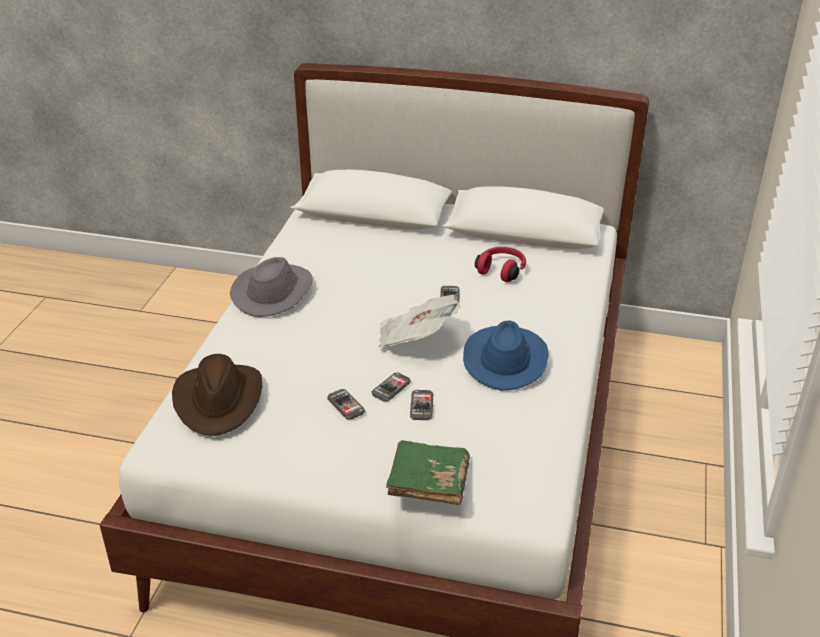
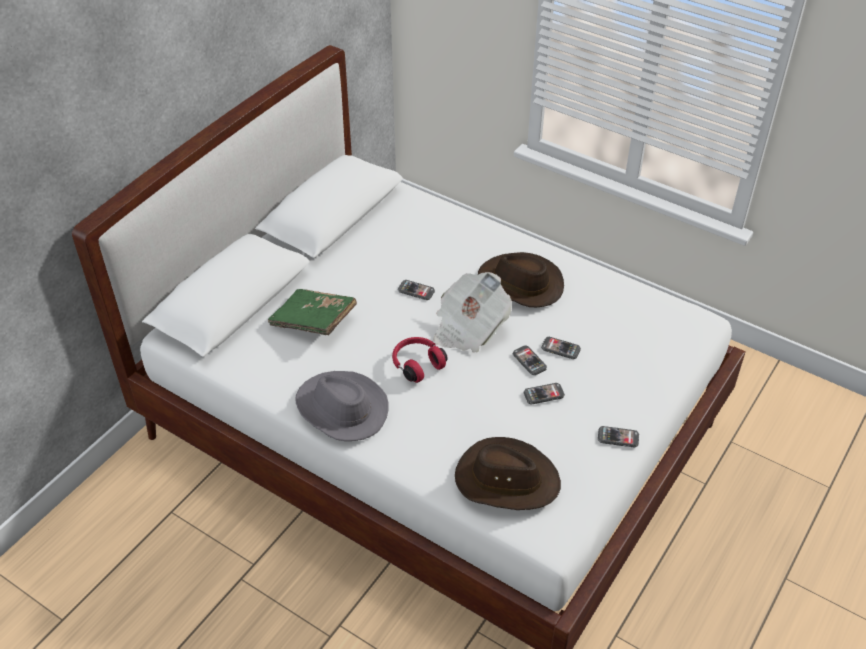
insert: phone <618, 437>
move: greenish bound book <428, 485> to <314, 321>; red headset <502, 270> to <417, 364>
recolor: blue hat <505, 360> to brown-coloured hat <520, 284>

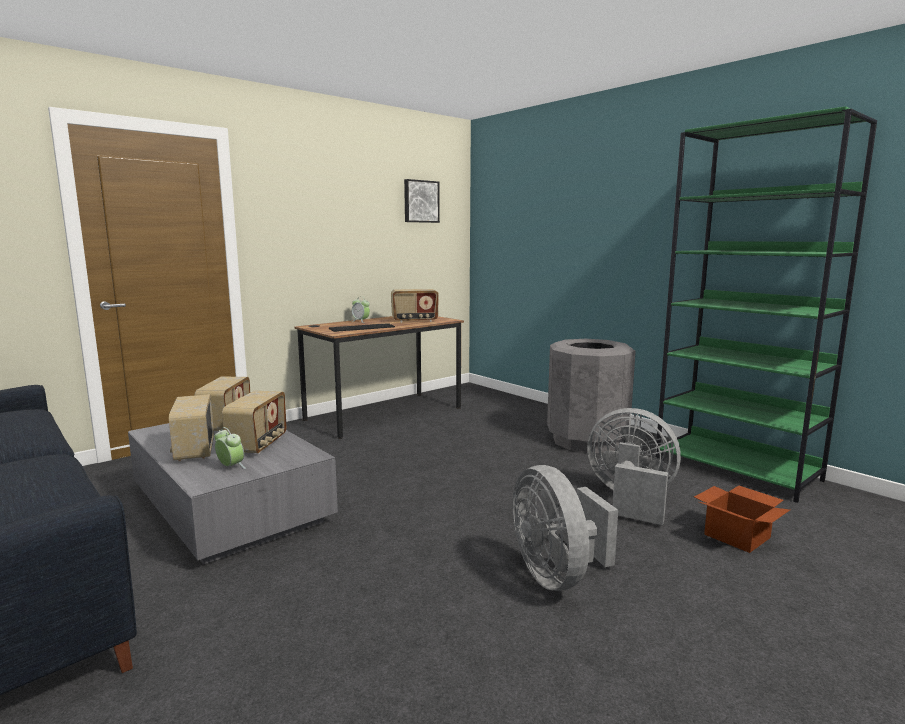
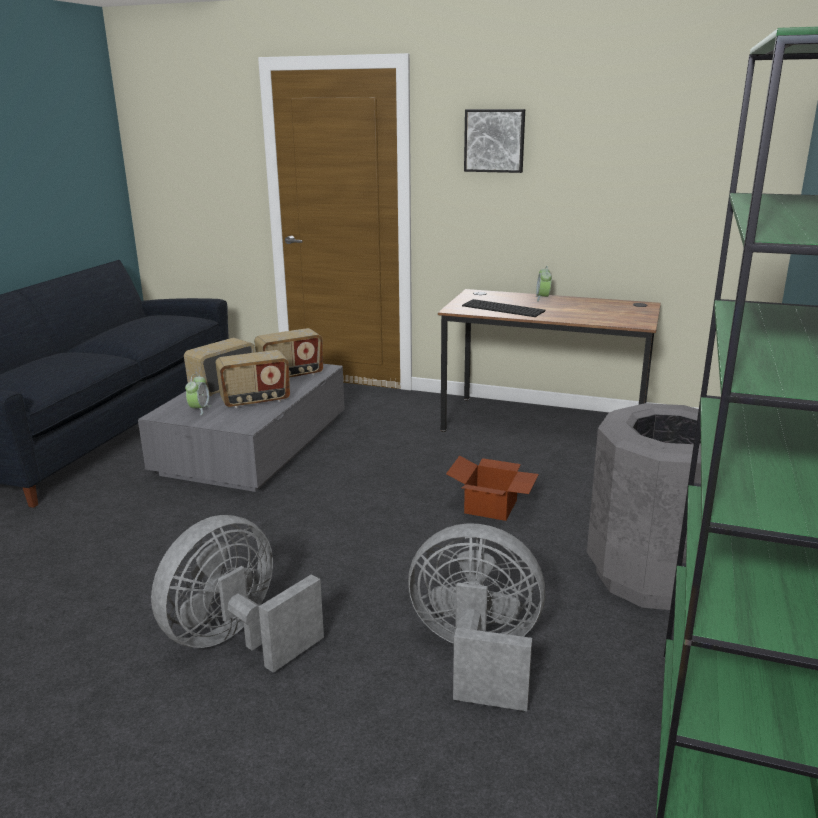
delete: radio <414, 321>
move: wall art <420, 201> to <494, 140>; packing box <738, 536> to <492, 507>
rotate: greyish electric fan <630, 499> = <476, 655> 75 degrees counterclockwise

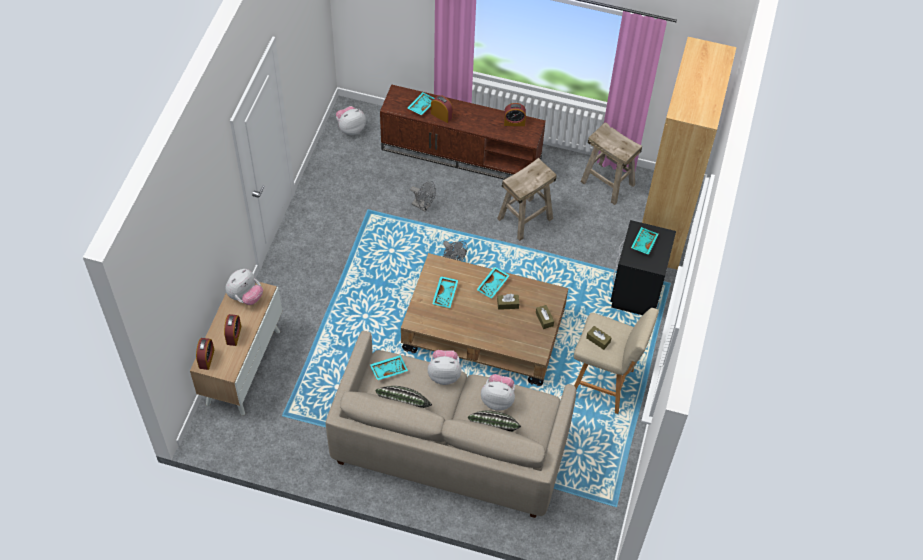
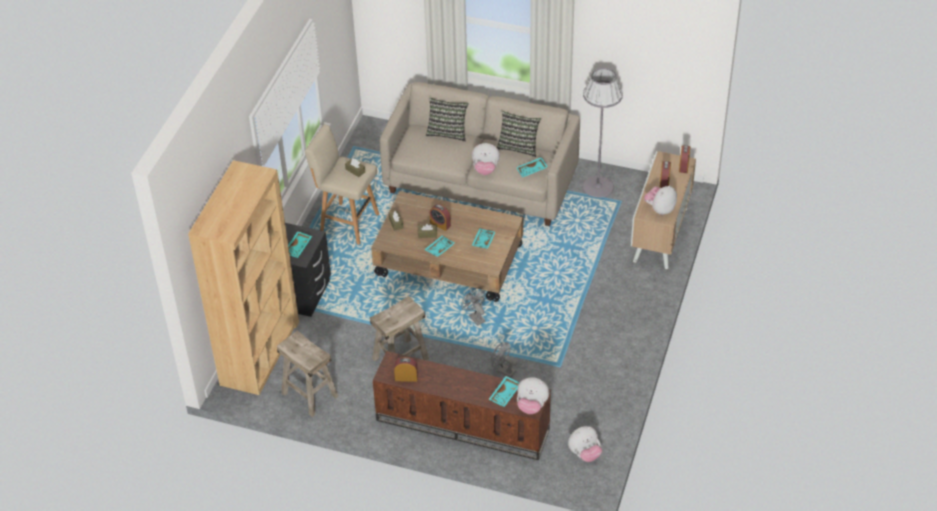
insert: greyish standing lamp <598, 186>
move: table clock <441, 115> to <440, 224>; soft toy <498, 399> to <532, 406>

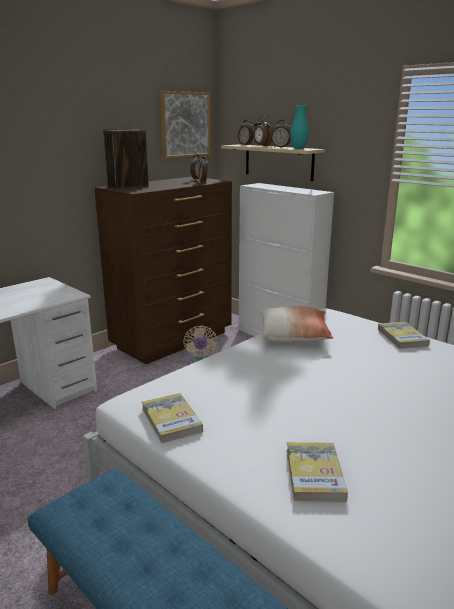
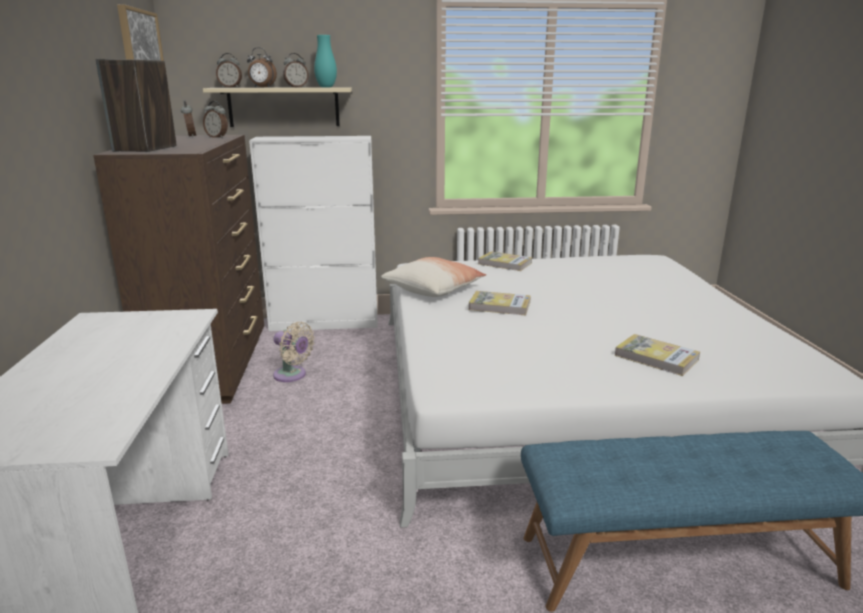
move: bound book <171, 420> to <499, 306>

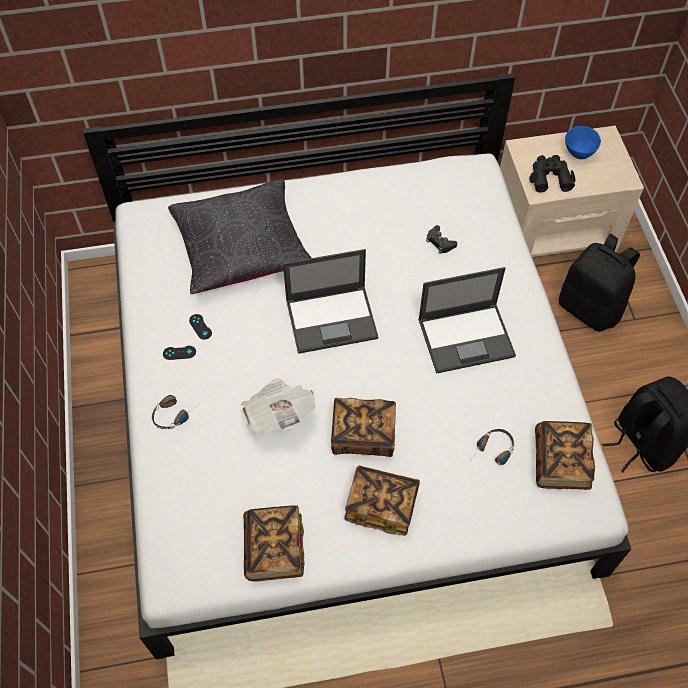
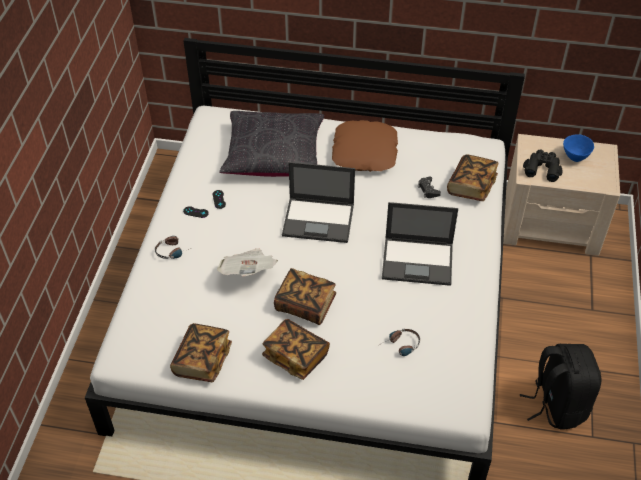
delete: black knapsack <590, 308>
insert: brown-coloured pillow <365, 152>
move: bound book <560, 462> to <471, 186>

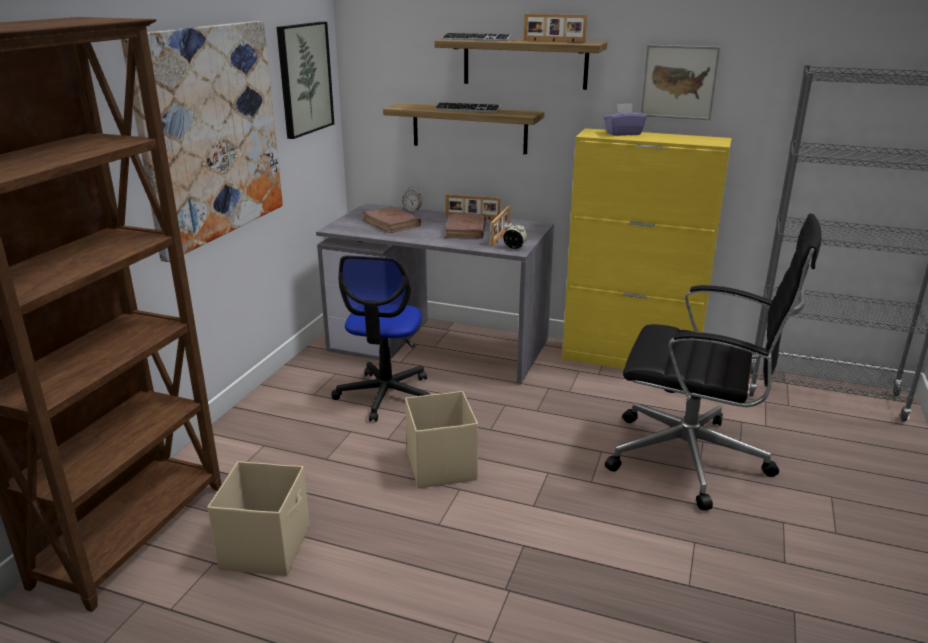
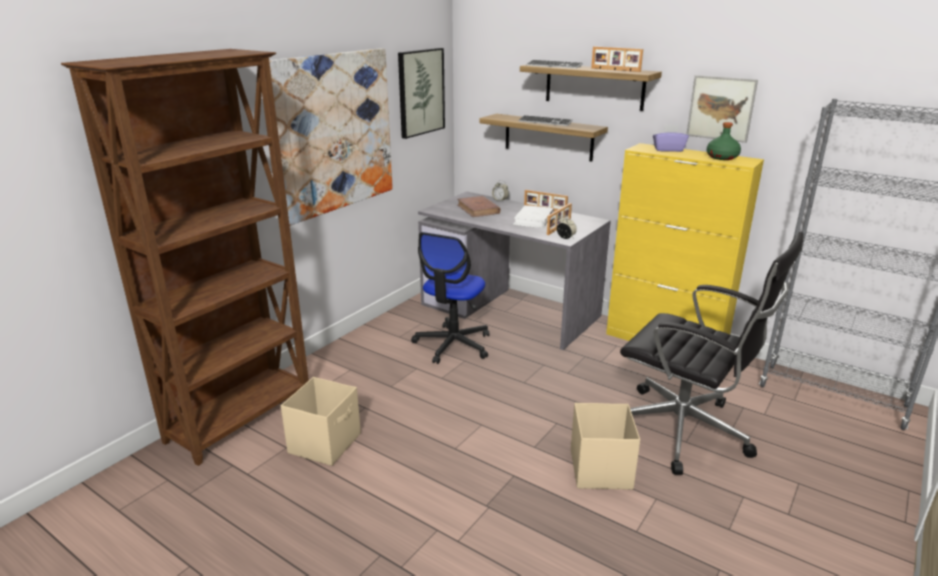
insert: greenish bottle <721, 157>
move: beige-coloured storage bin <441, 465> to <601, 469>
recolor: brown-coloured bound book <465, 230> to white-coloured bound book <533, 219>

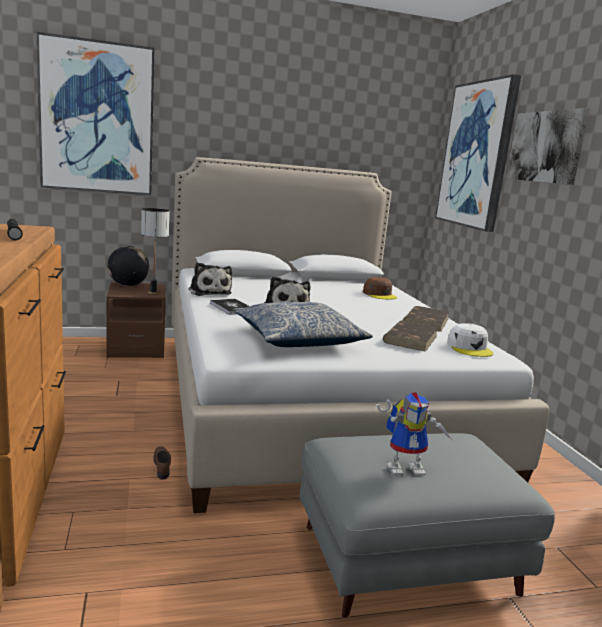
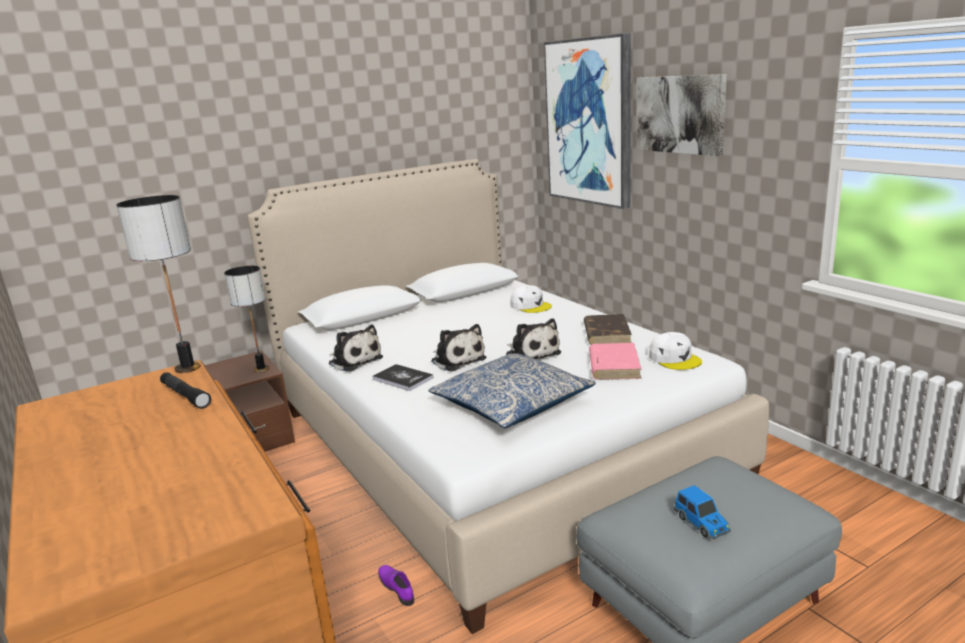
delete: wall art <97, 118>; globe <128, 285>
insert: table lamp <187, 368>; soft toy <531, 354>
replace: robot figure <407, 467> to toy car <702, 523>
recolor: brown-coloured low shoe <162, 465> to purple low shoe <397, 587>; brown-coloured peaked cap <379, 295> to white-coloured peaked cap <531, 306>; brown-coloured bound book <410, 339> to pink bound book <614, 365>

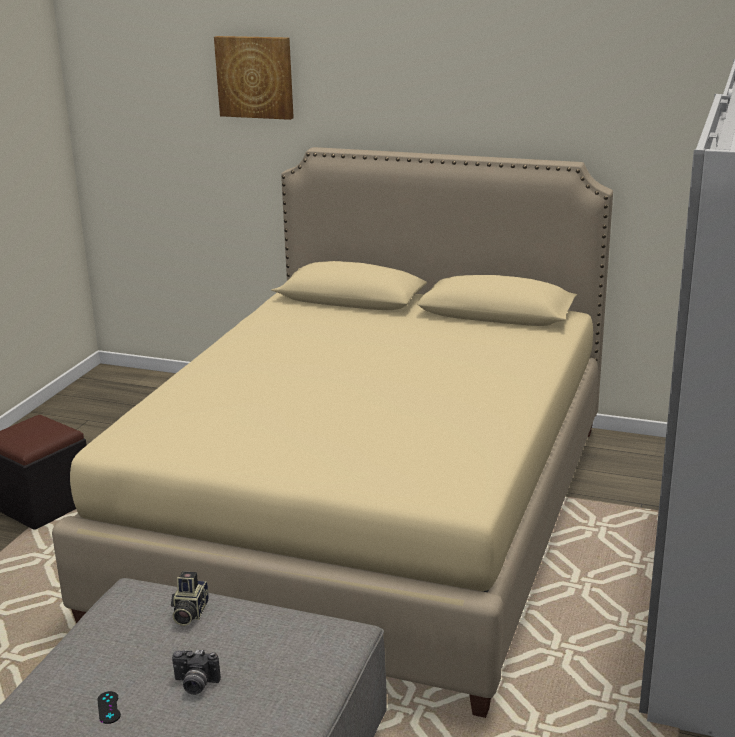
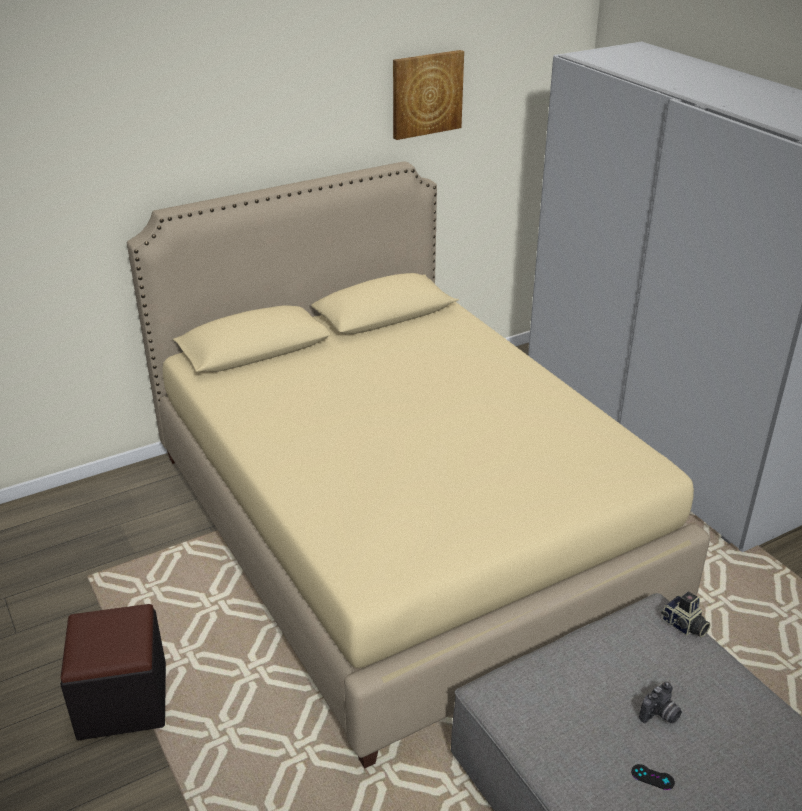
move: photo camera <189, 613> to <684, 626>; wall art <255, 77> to <426, 94>

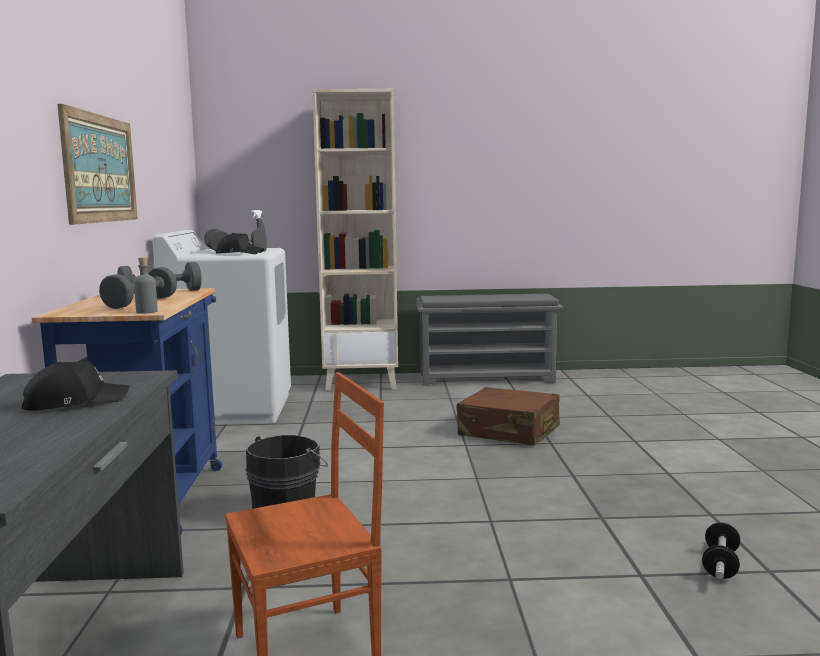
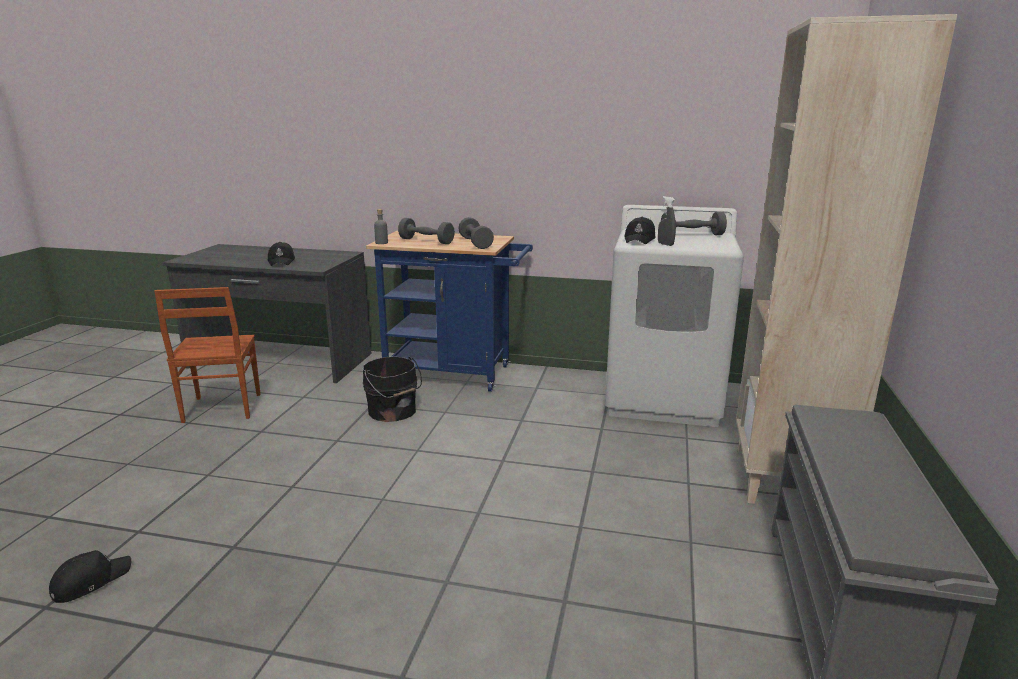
delete: wall art <100, 168>; brown-coloured suitcase <509, 431>
replace: hand weight <720, 565> to black peaked cap <90, 581>

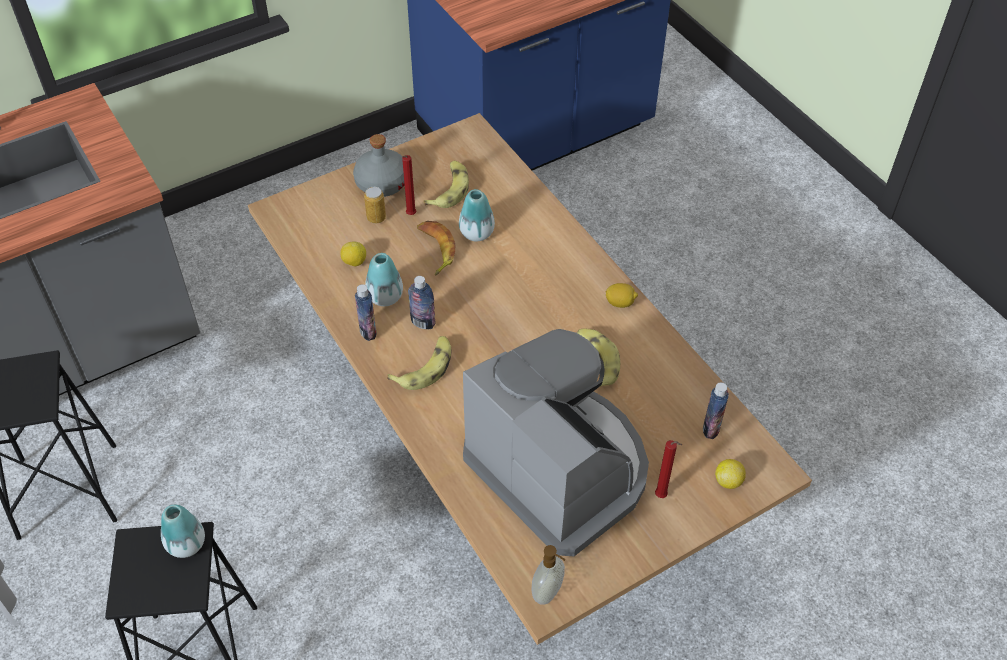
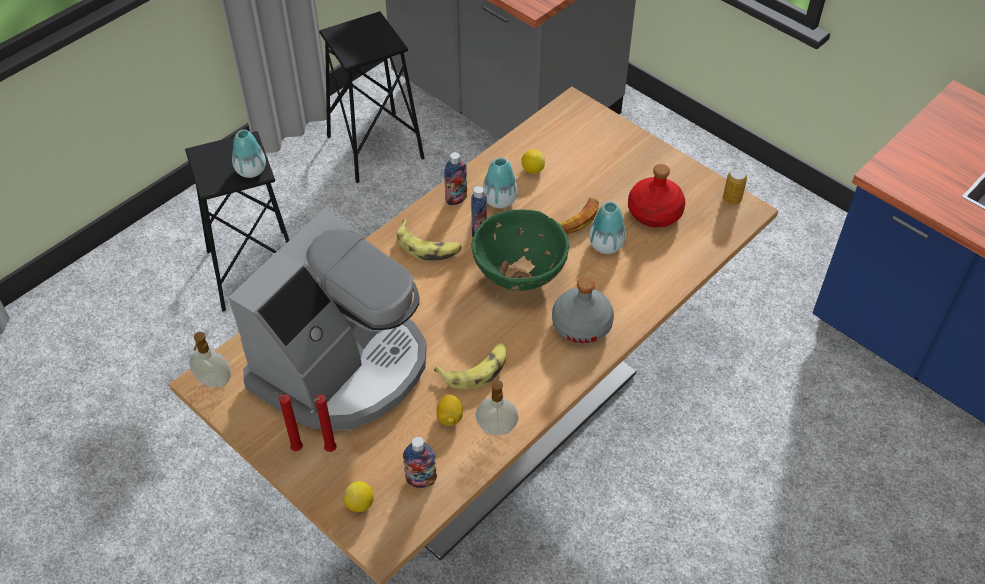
insert: greenish serving bowl <519, 273>; liquid soap bottle <497, 427>
move: greyish bottle <381, 183> to <581, 324>; sealed can <376, 218> to <732, 199>; red wax candle <410, 215> to <295, 448>; citrus fruit <620, 303> to <450, 417>
replace: banana <449, 189> to red bottle <655, 212>

